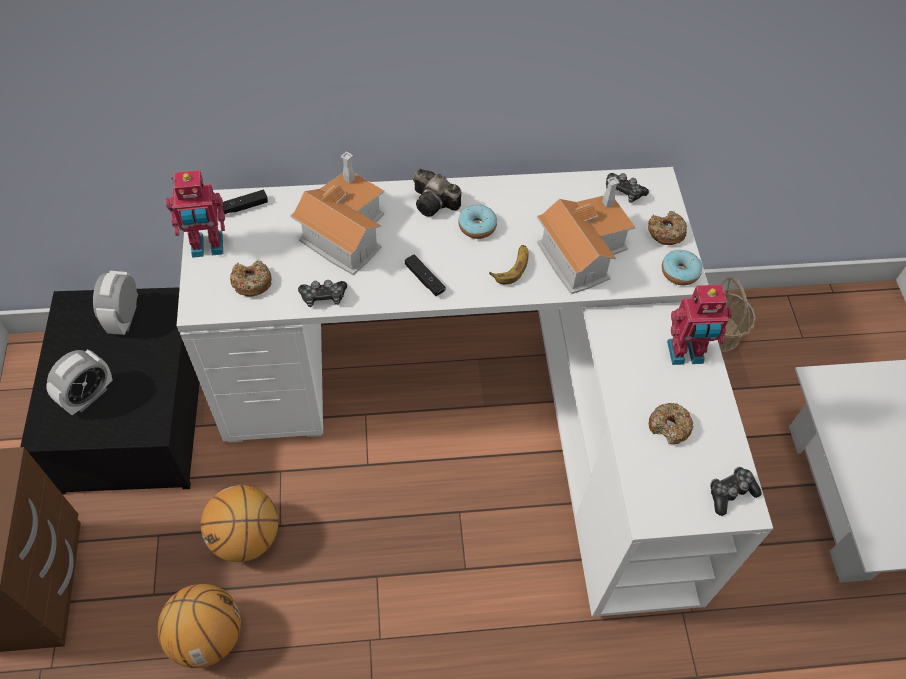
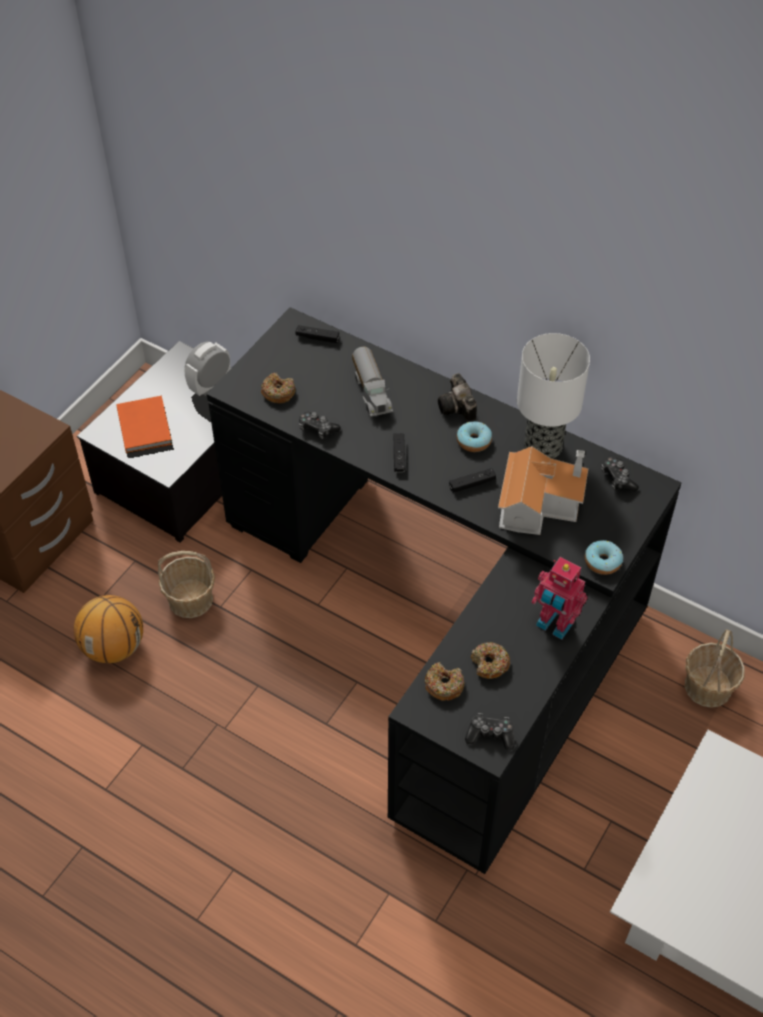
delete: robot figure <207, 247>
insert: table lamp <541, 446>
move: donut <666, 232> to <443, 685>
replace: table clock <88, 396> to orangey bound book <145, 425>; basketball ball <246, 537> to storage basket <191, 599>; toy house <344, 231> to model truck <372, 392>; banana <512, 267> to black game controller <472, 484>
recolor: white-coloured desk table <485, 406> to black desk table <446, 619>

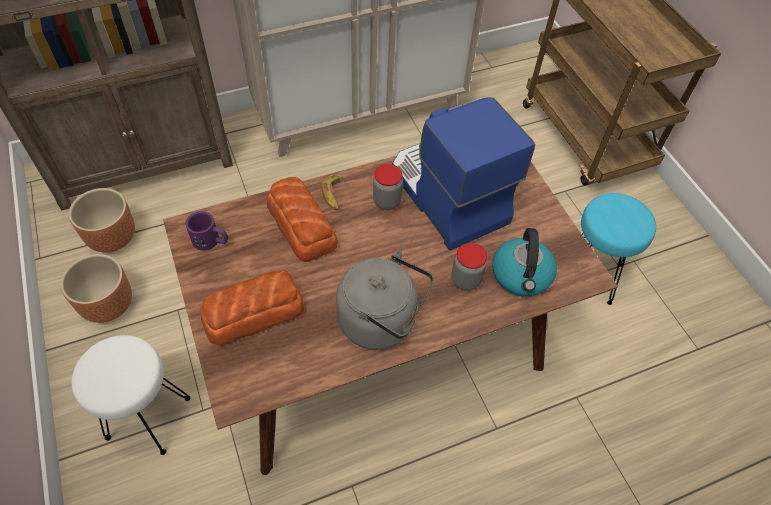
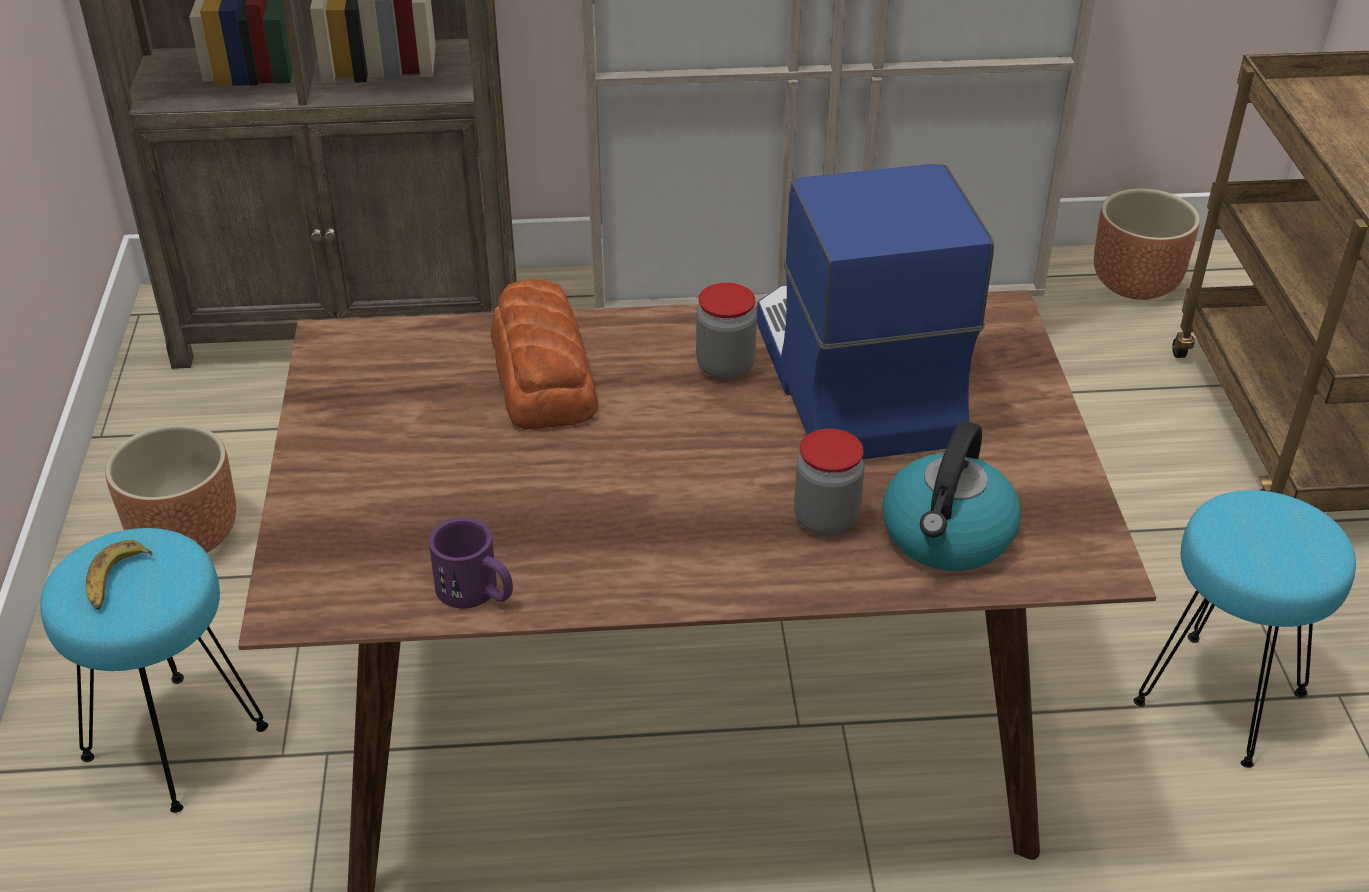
delete: bread <252, 312>; greyish tea kettle <382, 321>
move: brown-coloured planter <113, 237> to <1136, 283>; purple coffee mug <211, 241> to <477, 592>; banana <333, 195> to <115, 581>
recolor: white-coloured sitting stool <147, 417> to turquoise-coloured sitting stool <175, 740>

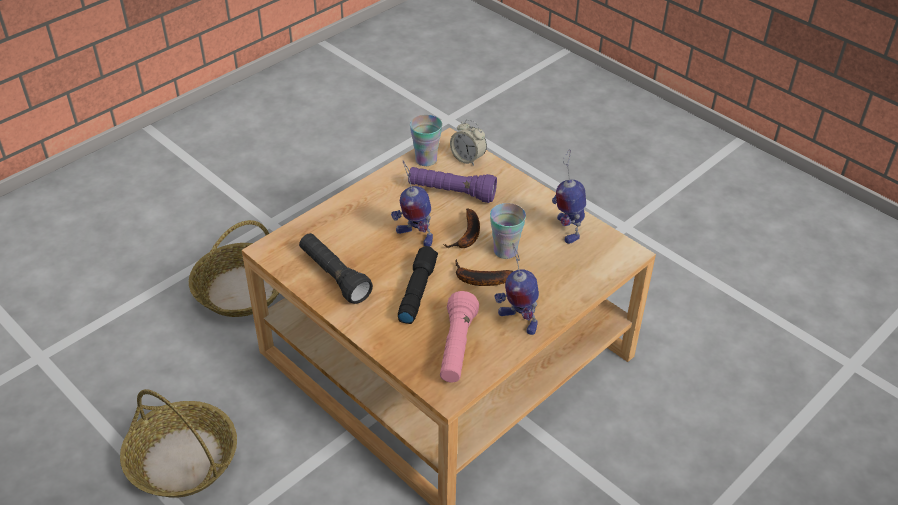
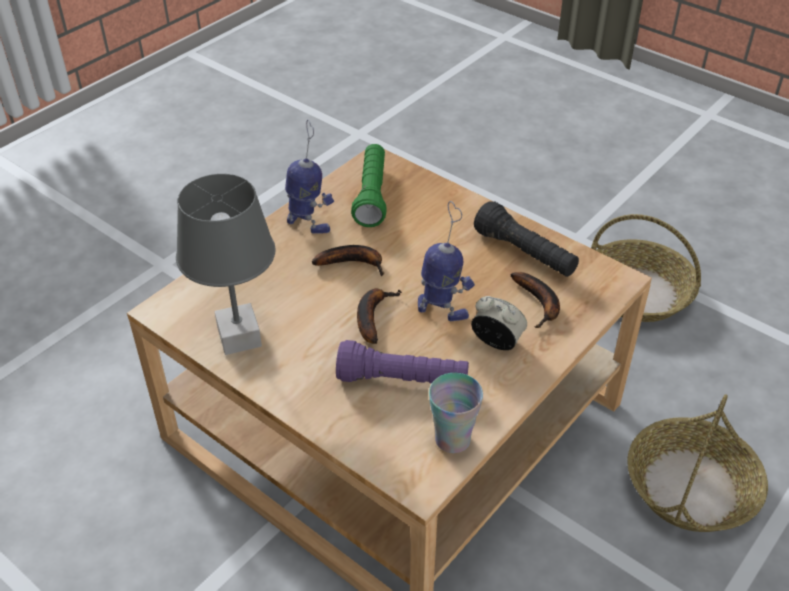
delete: black hand torch <416, 290>; cup <505, 251>
insert: banana <539, 303>
move: table clock <467, 158> to <497, 342>
replace: robot figure <566, 229> to greyish table lamp <238, 336>
recolor: pink hand torch <457, 348> to greenish hand torch <371, 195>

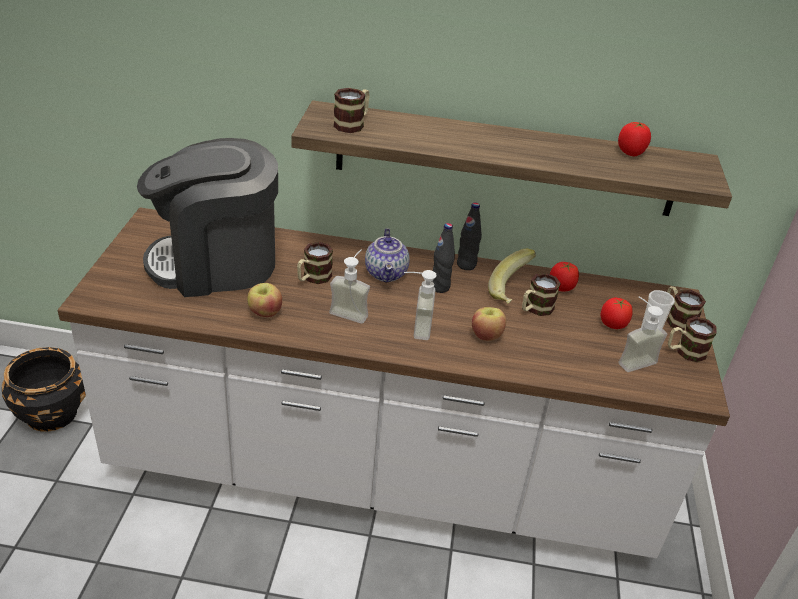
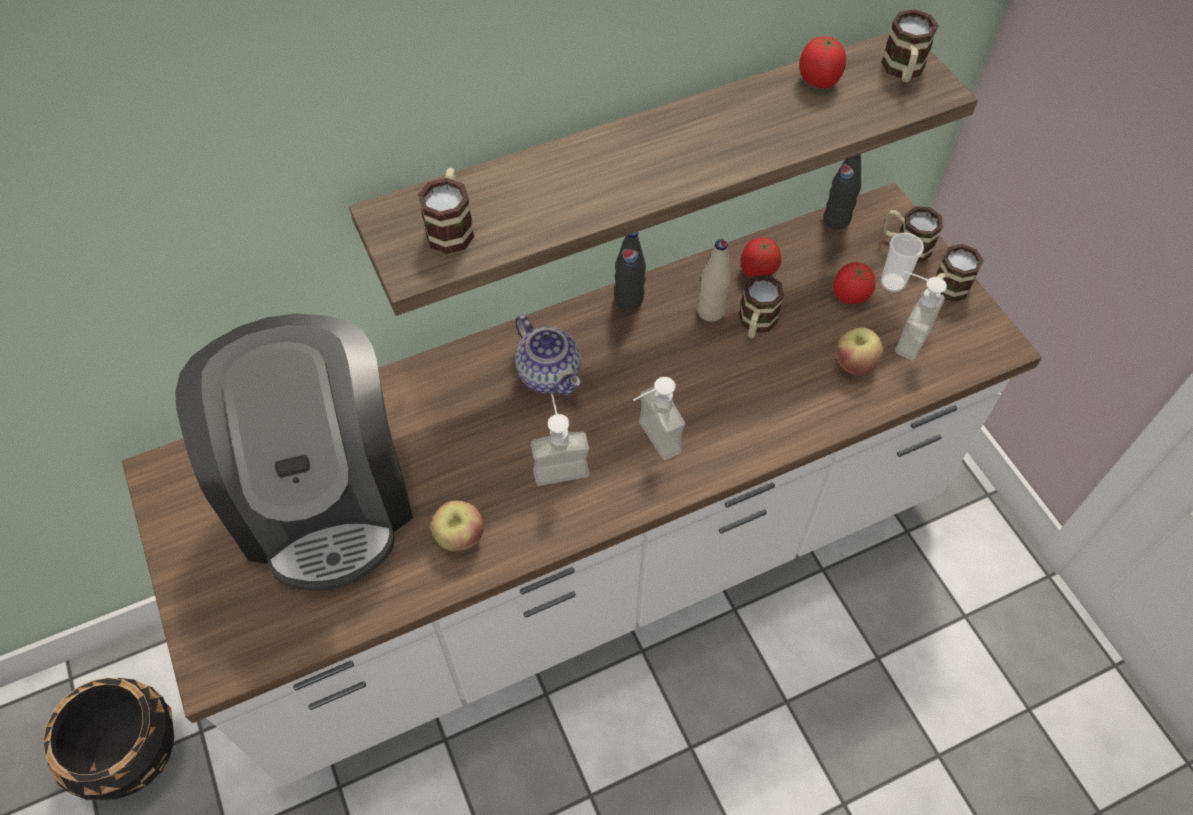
move: coffee mug <313, 278> to <903, 71>; black bottle <440, 287> to <836, 220>; whole apple <486, 335> to <854, 363>
replace: banana <512, 291> to beige-coloured bottle <711, 311>
rotate: coffee machine <216, 263> = <324, 495> 60 degrees counterclockwise

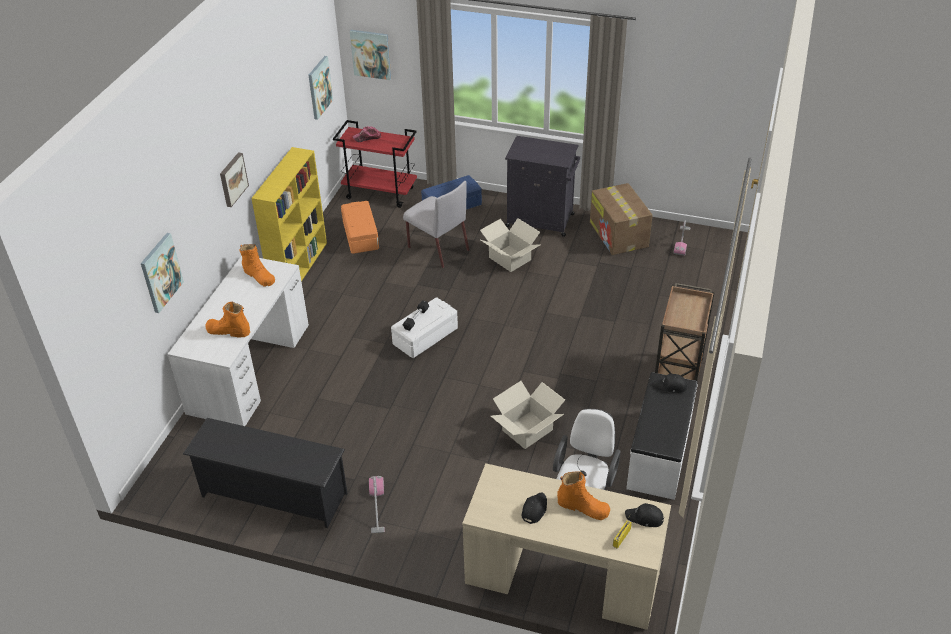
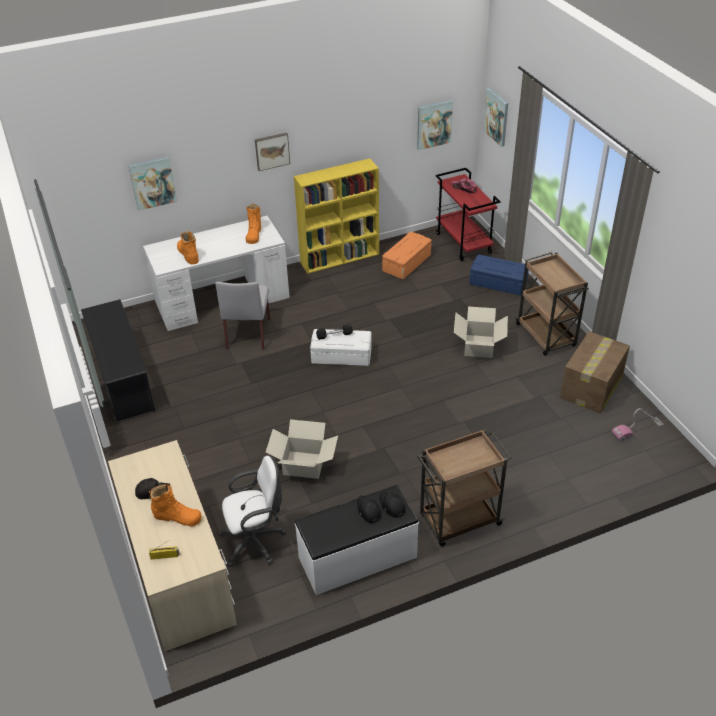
delete: hoover <377, 506>
move: greyish chair <437, 248> to <248, 333>; black peaked cap <645, 518> to <368, 511>
replace: black cupboard <541, 221> to brown-coloured wheeled cart <546, 336>
rotate: orangey boot <583, 507> = <177, 517> 60 degrees counterclockwise

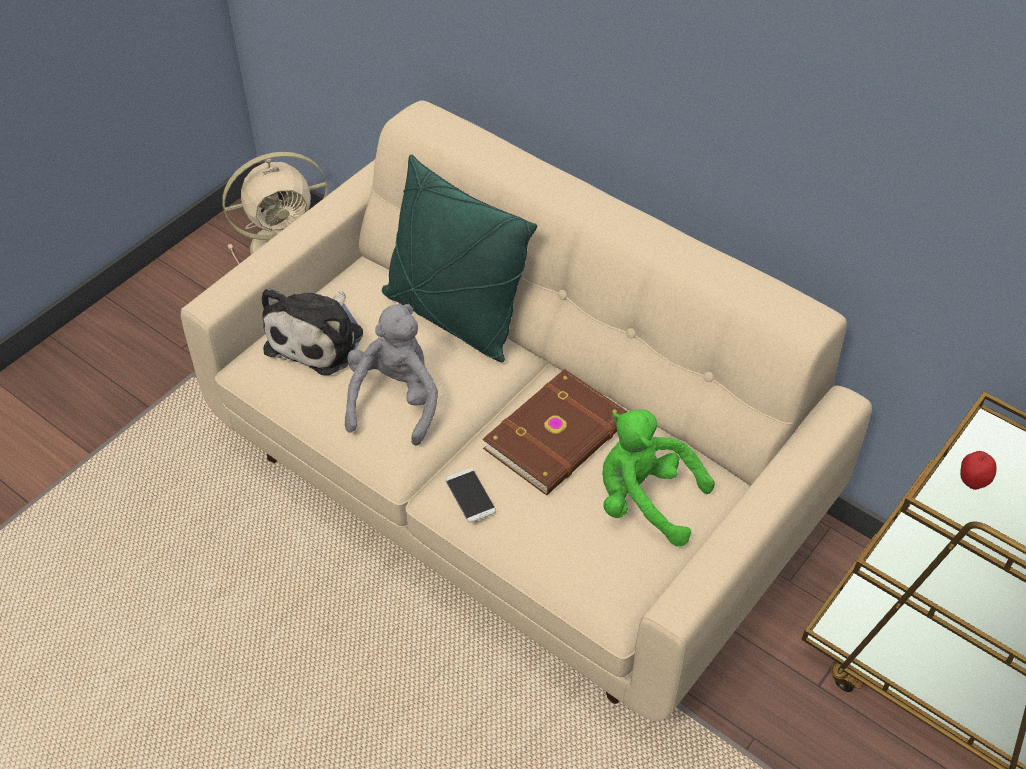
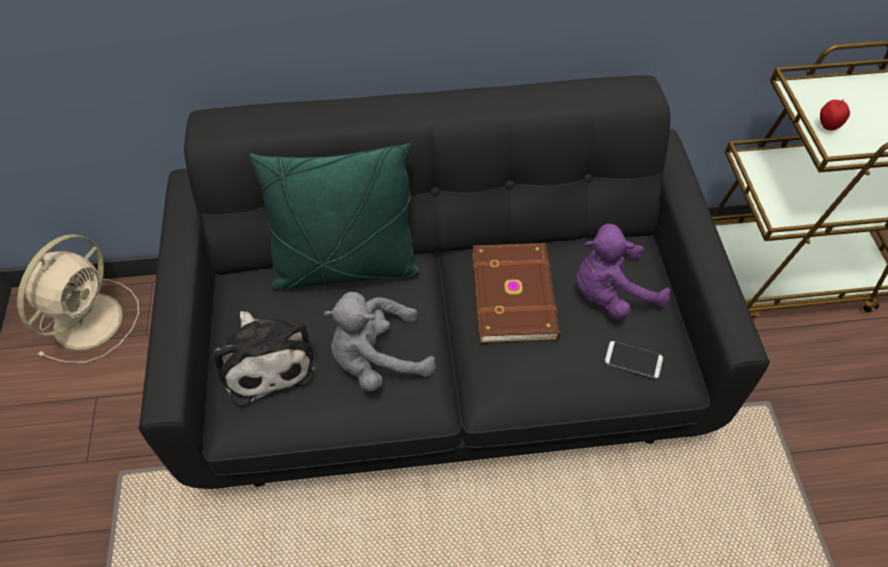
move: phone <470, 495> to <633, 360>
recolor: beige-coloured sofa <515, 486> to black sofa <445, 359>; greenish soft toy <644, 500> to purple soft toy <611, 293>
rotate: greyish soft toy <395, 400> = <377, 359> 75 degrees counterclockwise

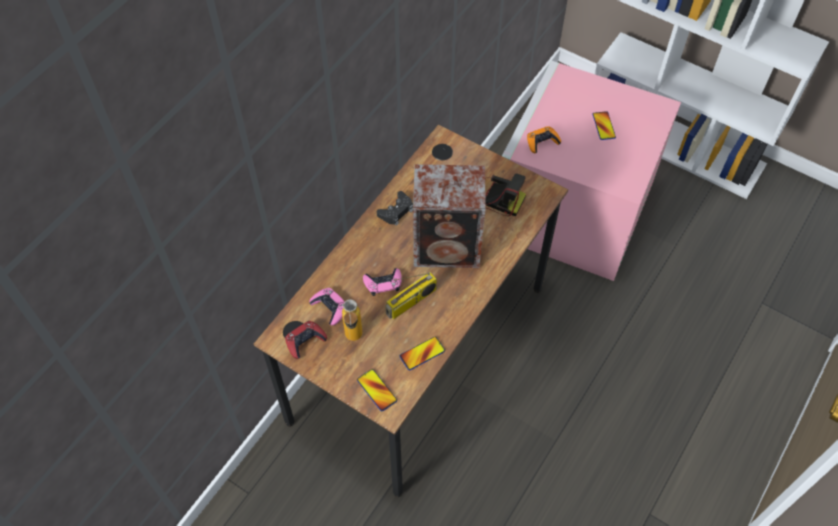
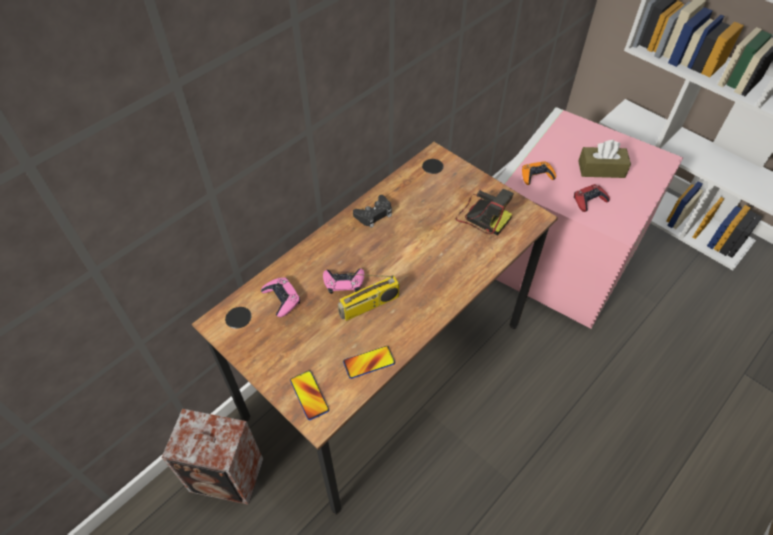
delete: bottle <354, 340>
move: red game controller <305, 341> to <589, 200>; loudspeaker <449, 247> to <228, 476>
replace: phone <603, 126> to brown-coloured box of tissues <601, 169>

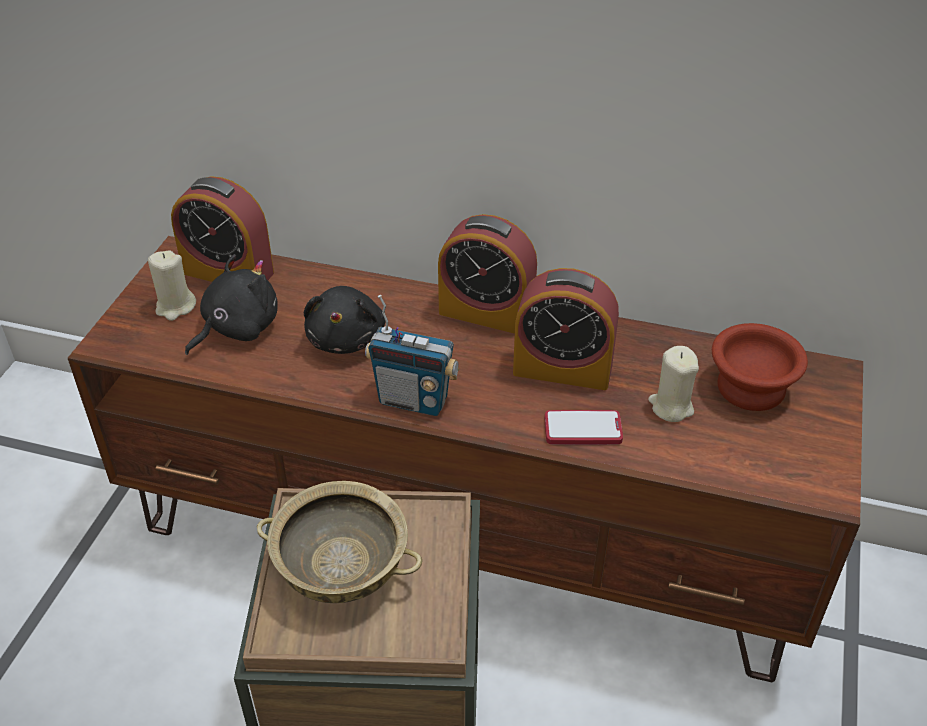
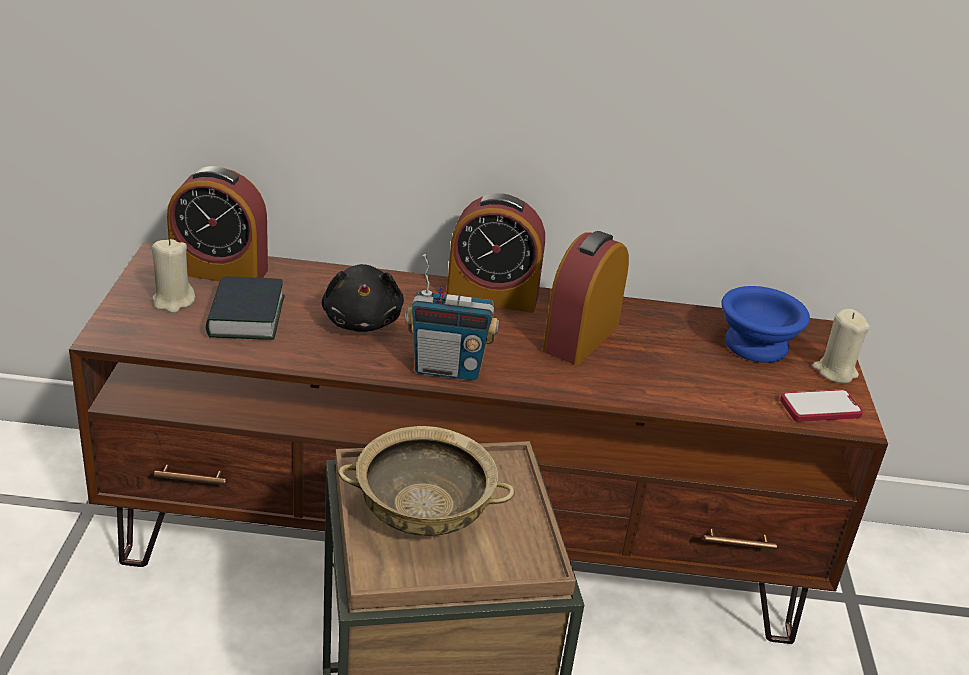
move: phone <583, 429> to <820, 408>; beige-coloured wax candle <671, 407> to <834, 371>
replace: black soft toy <237, 328> to bound book <246, 317>
recolor: brown-coloured serving bowl <747, 387> to blue serving bowl <753, 345>
rotate: table clock <562, 369> = <581, 338> 120 degrees clockwise

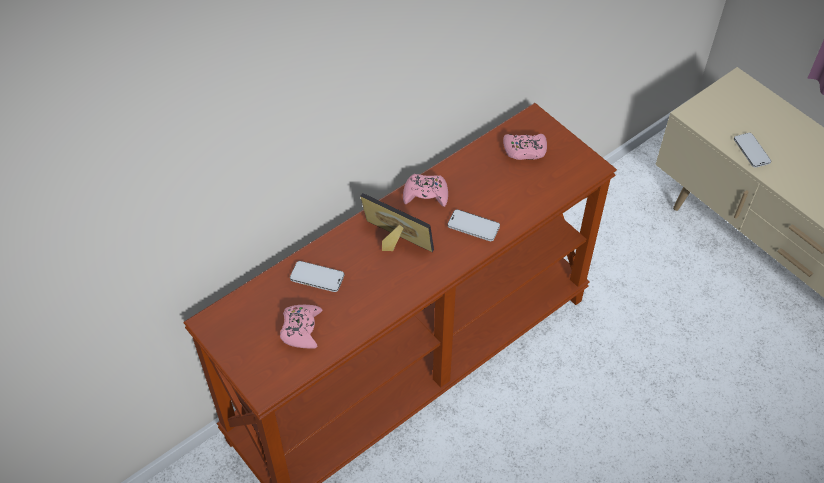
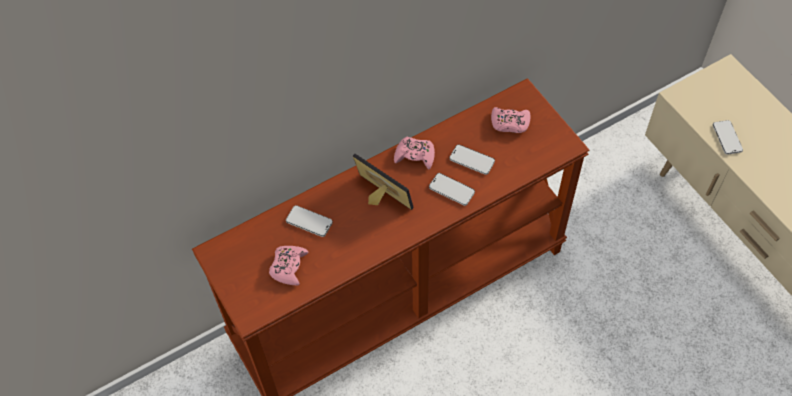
insert: phone <472, 160>

